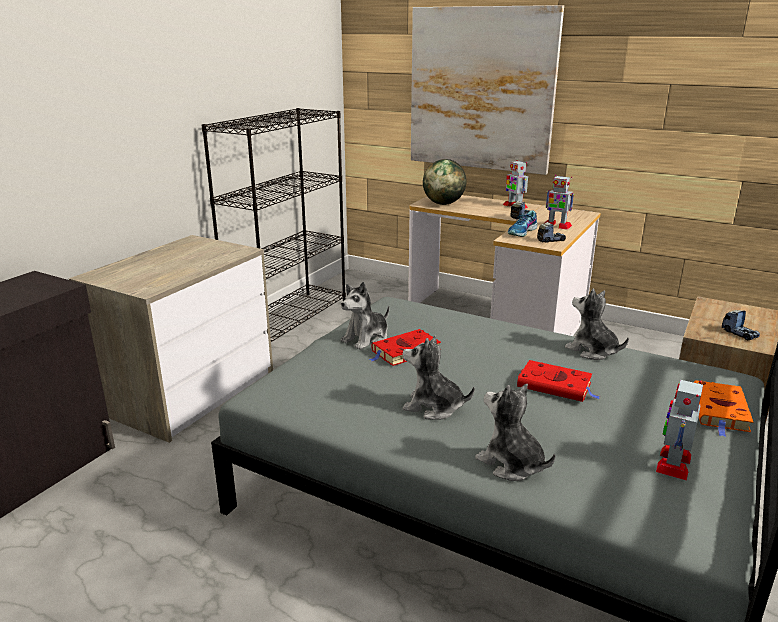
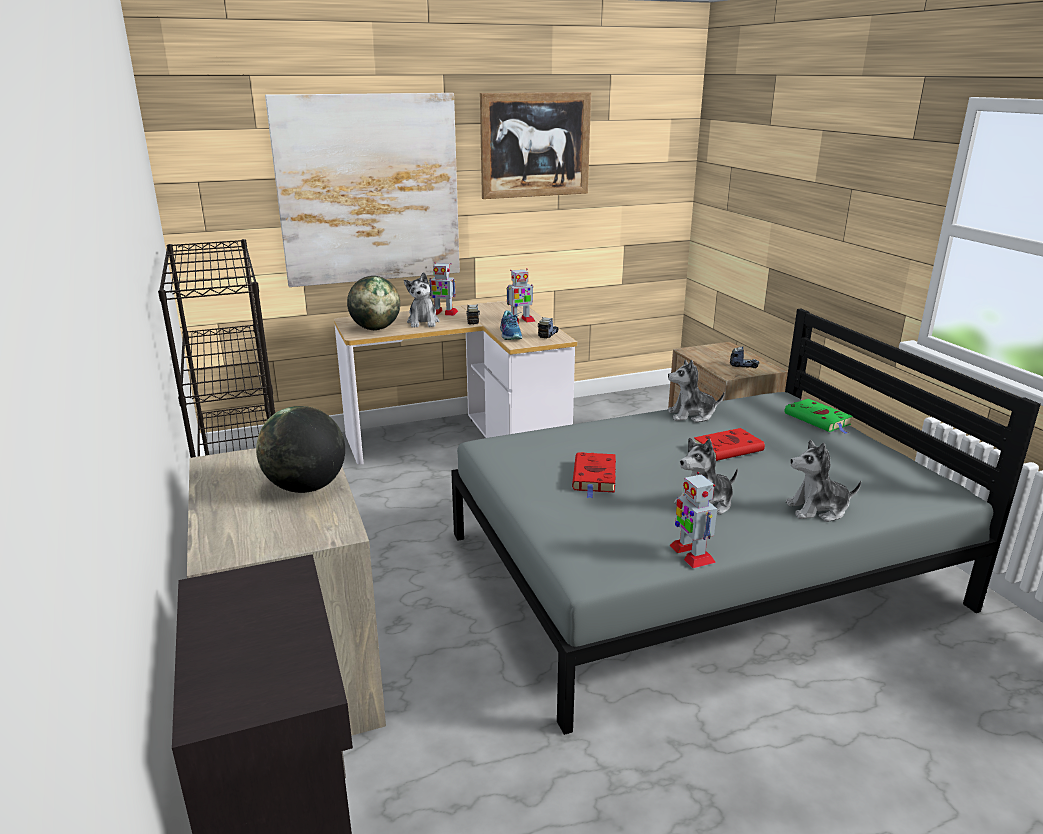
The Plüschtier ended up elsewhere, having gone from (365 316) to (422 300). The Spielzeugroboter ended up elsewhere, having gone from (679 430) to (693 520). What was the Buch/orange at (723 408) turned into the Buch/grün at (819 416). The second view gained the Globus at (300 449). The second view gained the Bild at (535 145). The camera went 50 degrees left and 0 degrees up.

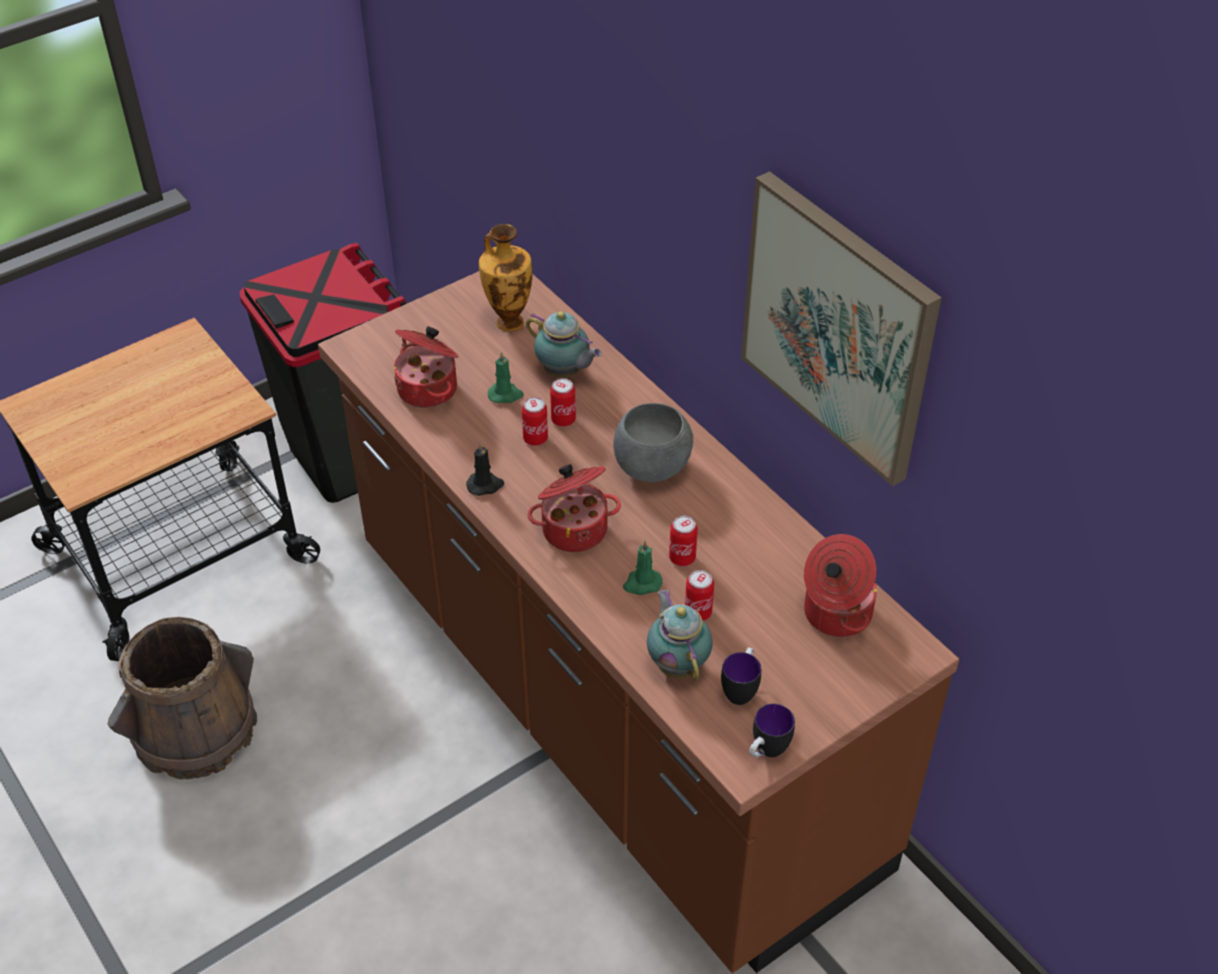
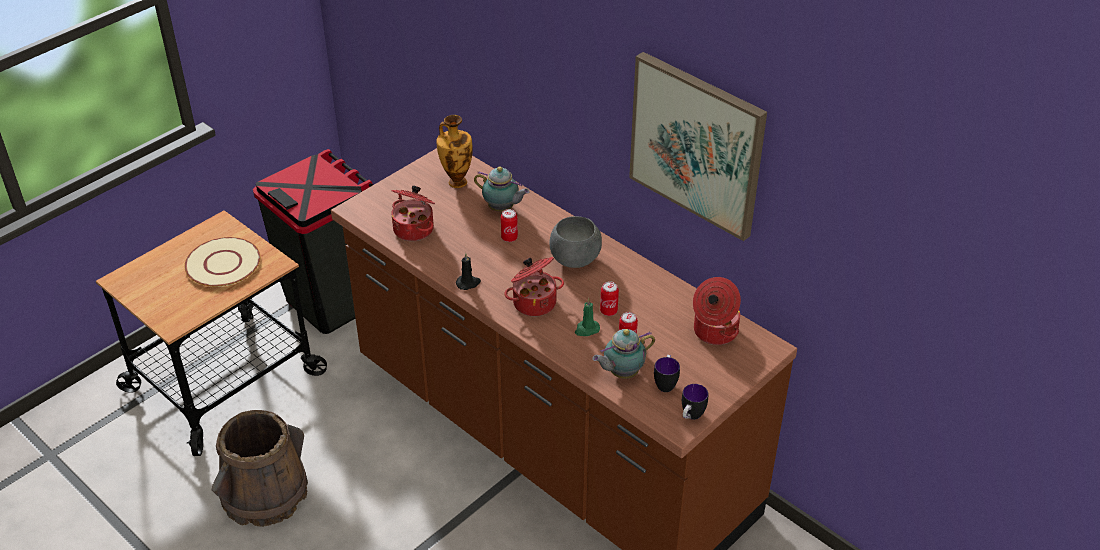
The second view lost the Kerze/grün at (506 377). The second view lost the Dose at (535 421). The Teekanne at (680 635) ended up facing another way, 90 degrees counterclockwise from before. The second view gained the Teller/beige at (222 262). The camera went 10 degrees left and 5 degrees down.

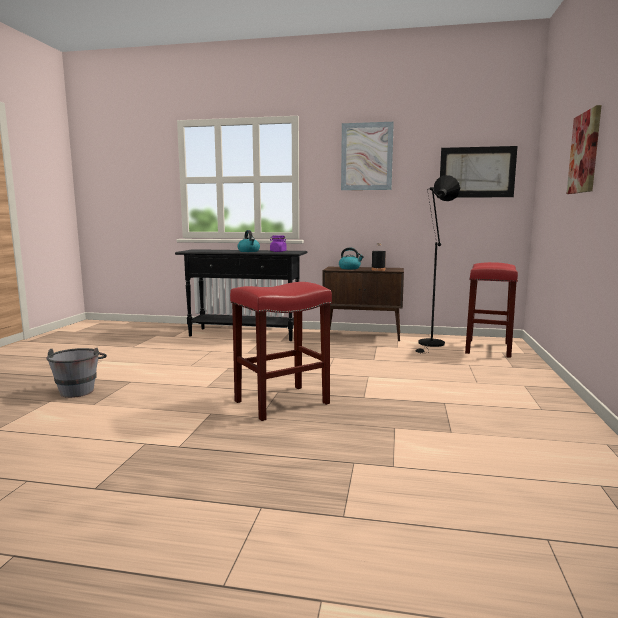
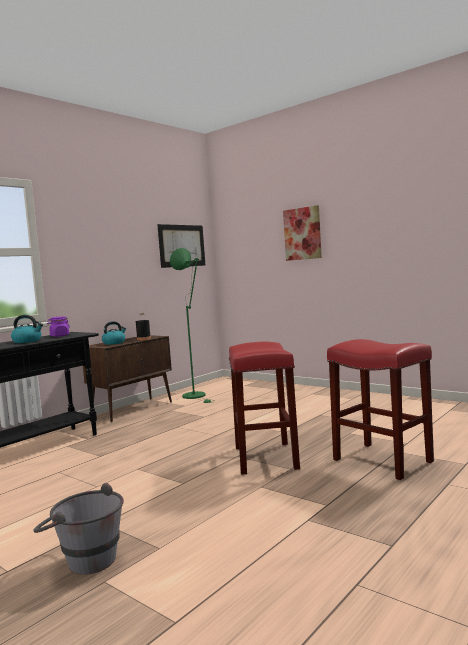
The second view lost the Bild at (367 156). What was the Stehlampe/schwarz at (438 264) turned into the Stehlampe/grün at (191 325). The Hocker/rot ended up elsewhere, having gone from (491 310) to (380 409). The camera went 60 degrees left and 5 degrees down.

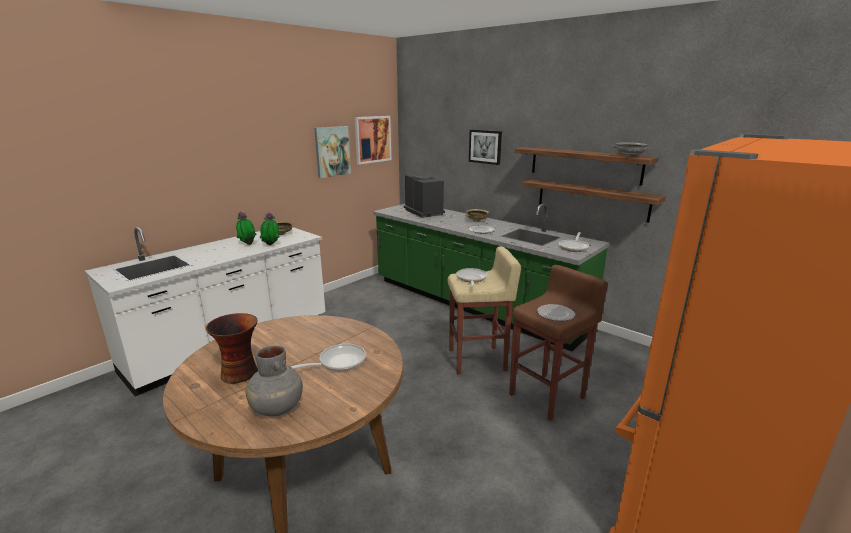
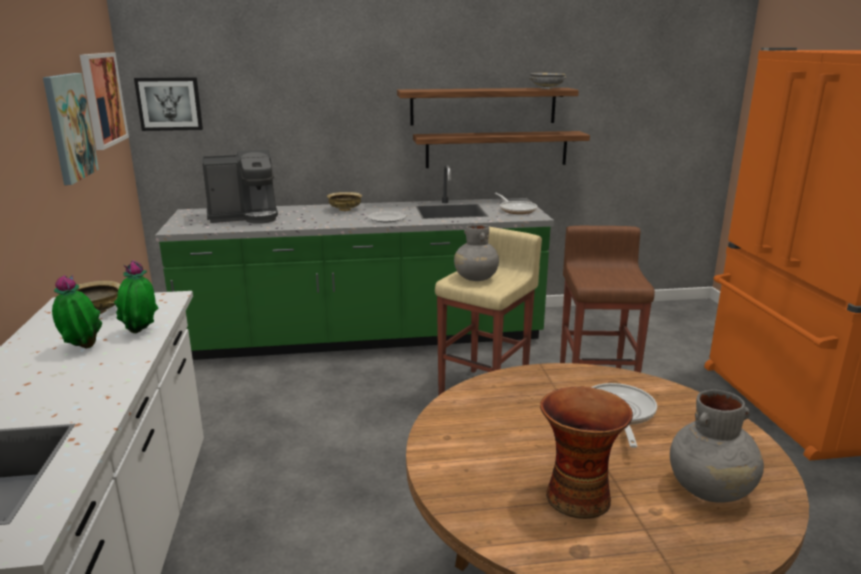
The Kaffeemaschine at (424 196) ended up facing another way, 150 degrees clockwise from before. Where the Pfanne stood at (471 277), the Vase/grau came to stand at (476 252). The Bild ended up elsewhere, having gone from (485 147) to (168 104). The second view lost the Teller at (556 312). The camera went 50 degrees left and 0 degrees up.

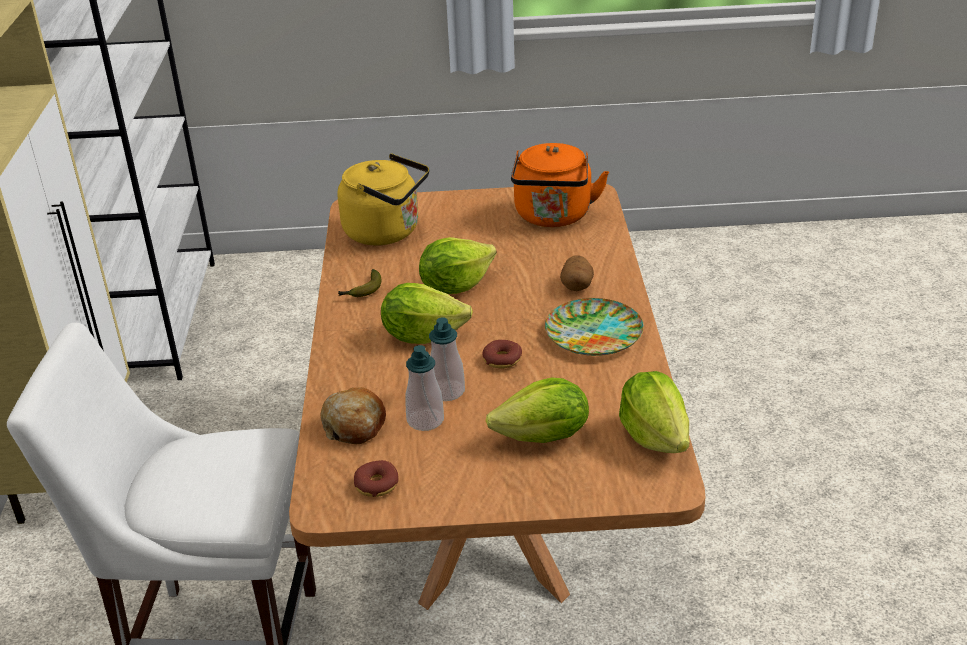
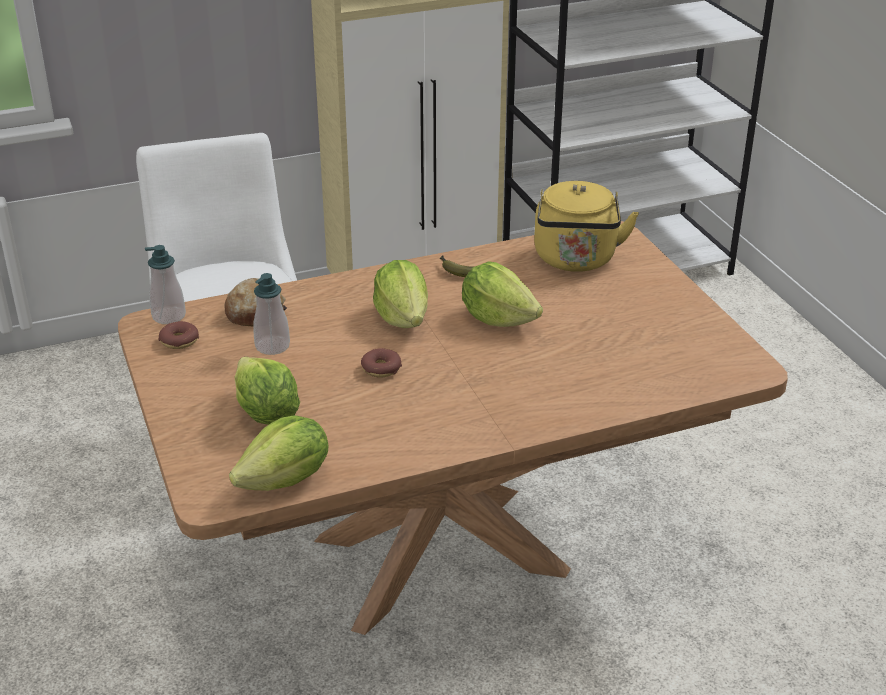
The Seifenspender ended up elsewhere, having gone from (447 359) to (165 284). The second view lost the Wasserkessel/orange at (560 185). The second view lost the Teller at (594 327). The second view lost the Kartoffel at (577 273). The camera went 70 degrees right and 0 degrees up.

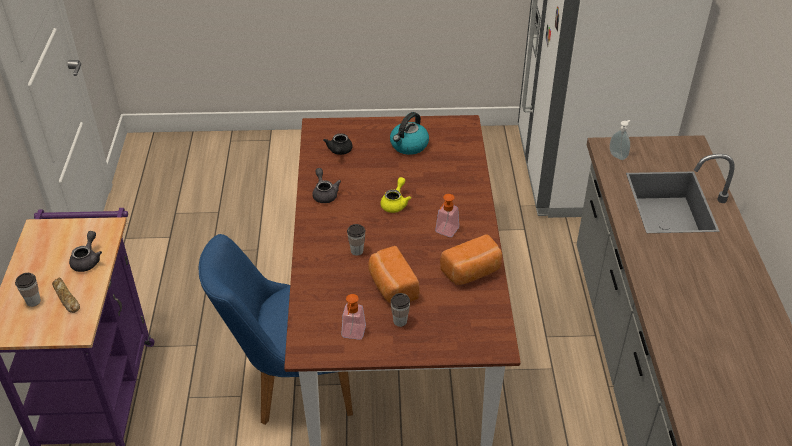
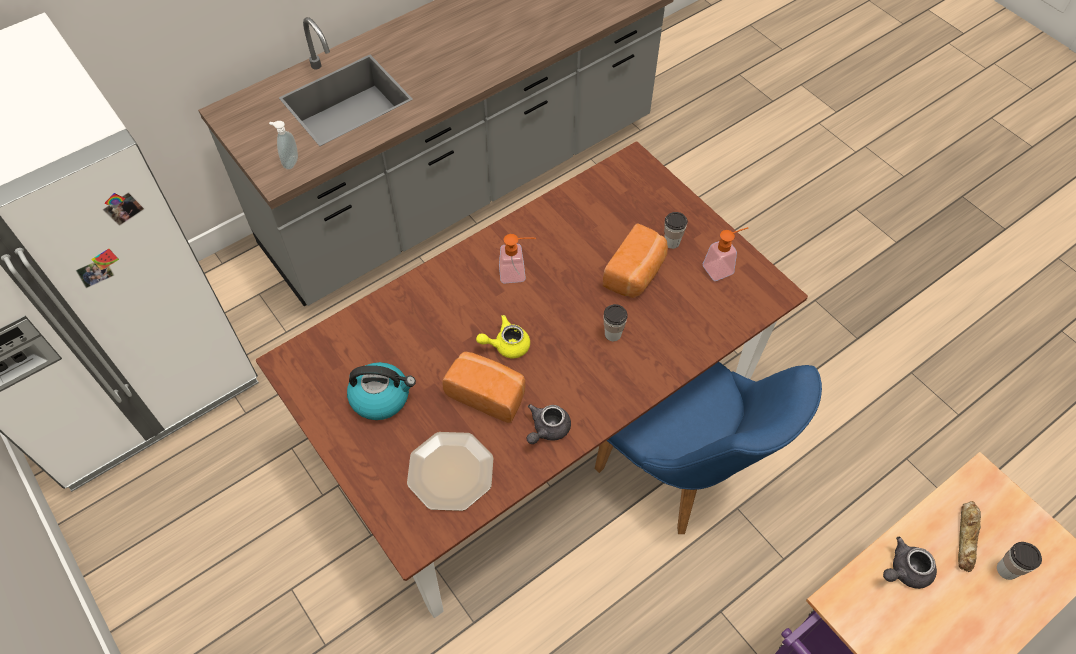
Where the Teekanne/schwarz stood at (338 144), the Teller came to stand at (450 471). The Brot ended up elsewhere, having gone from (471 260) to (483 387). The camera went 125 degrees left and 15 degrees up.

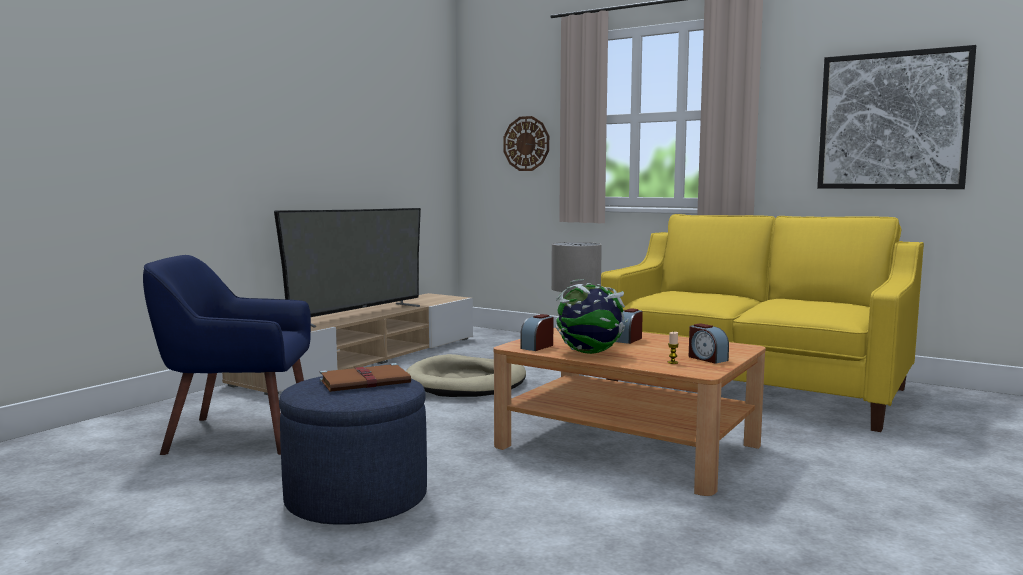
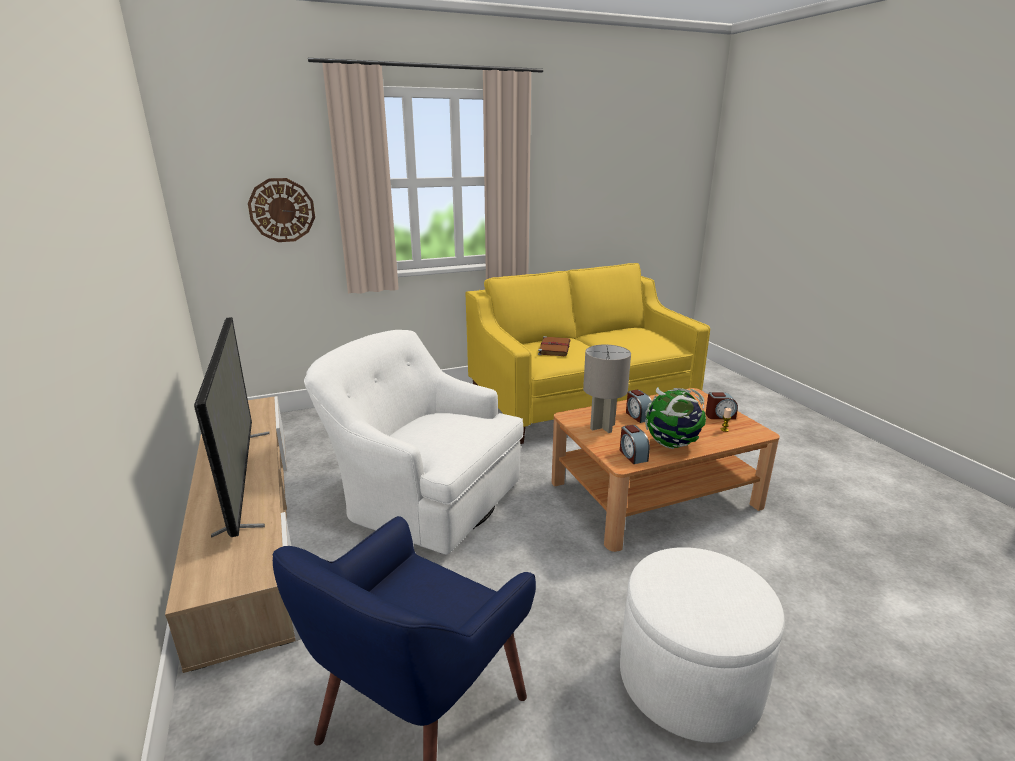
What was the Polsterhocker/blau at (353 450) turned into the Polsterhocker/weiß at (702 645). The Buch/braun ended up elsewhere, having gone from (365 377) to (554 346). Where the Hundebett/beige stood at (466 375), the Sessel/weiß came to stand at (413 442). The second view lost the Bild at (896 117). The camera went 55 degrees left and 15 degrees up.

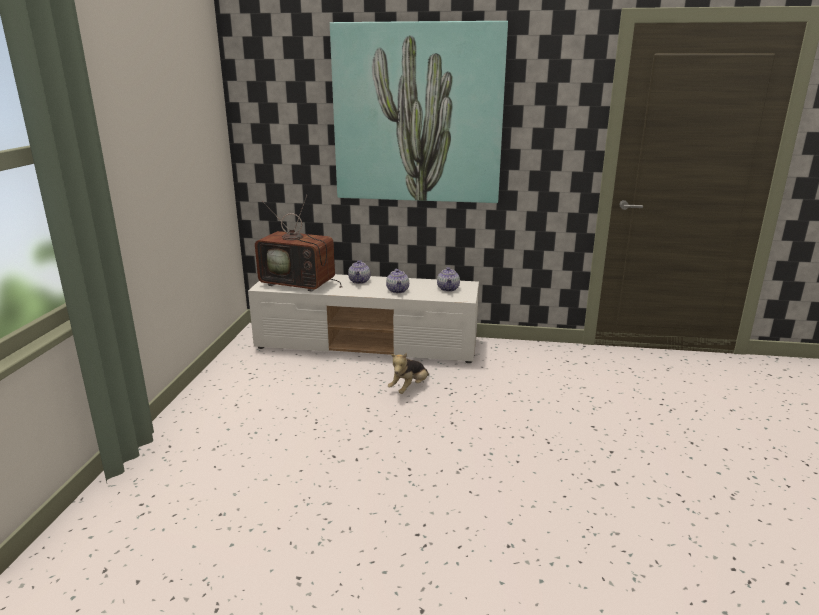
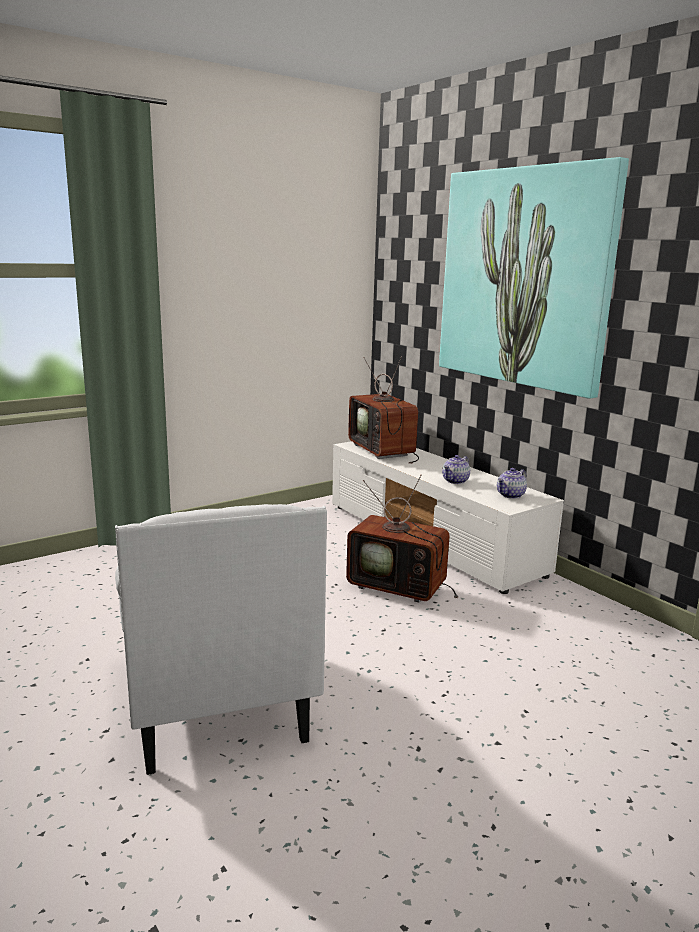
The second view lost the Teekanne at (359 272). Where the Plüschtier stood at (408 373), the Fernseher came to stand at (402 539). The second view gained the Sessel/weiß at (221 639). The camera went 45 degrees right and 5 degrees down.

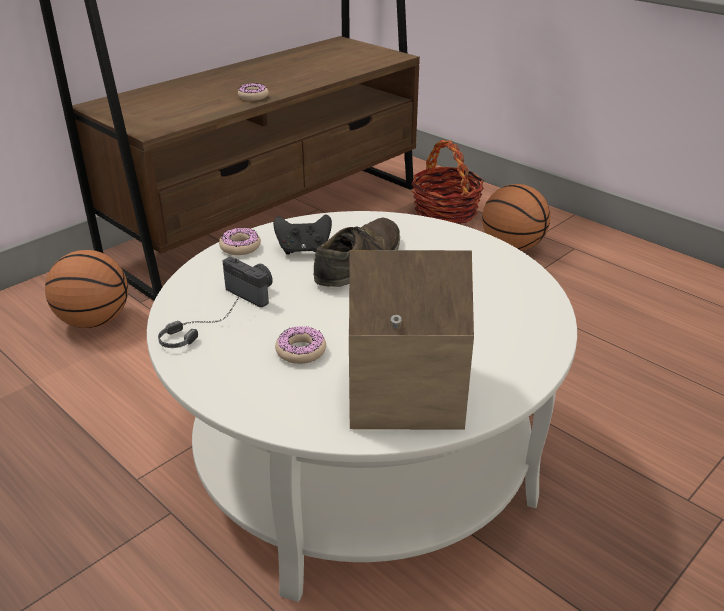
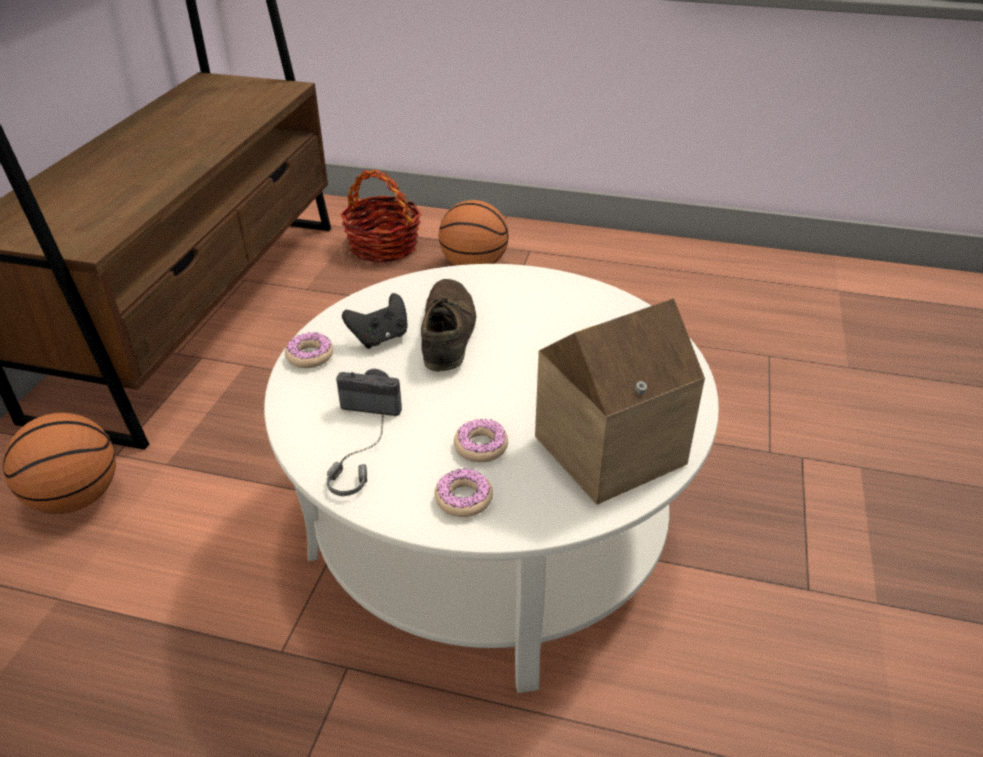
The Donut ended up elsewhere, having gone from (253 92) to (464 492). The camera went 30 degrees left and 5 degrees up.

